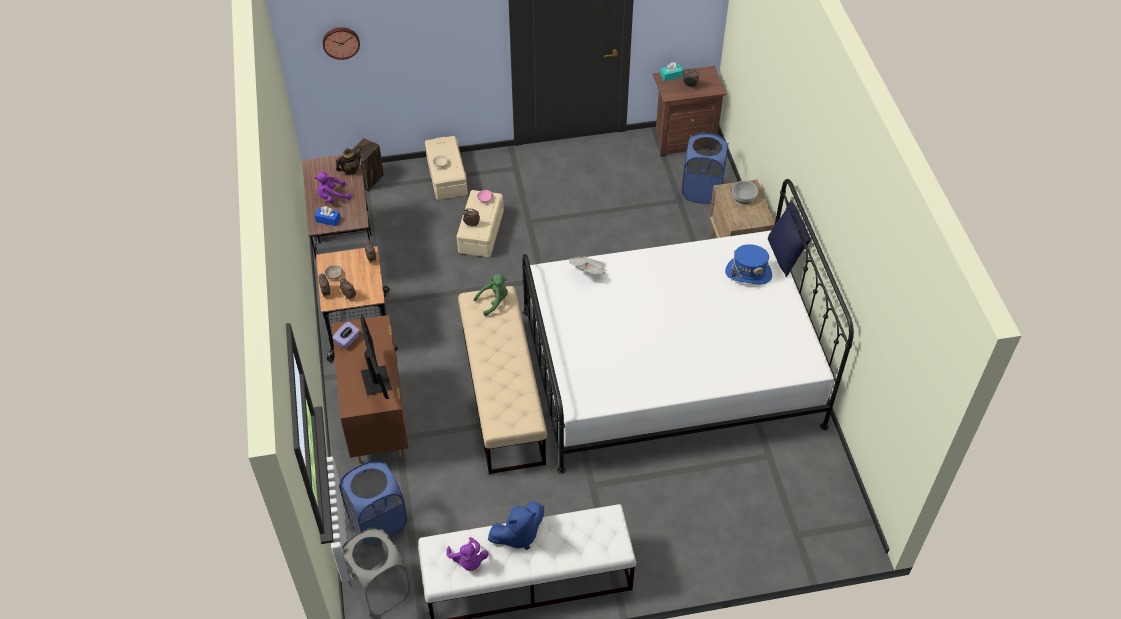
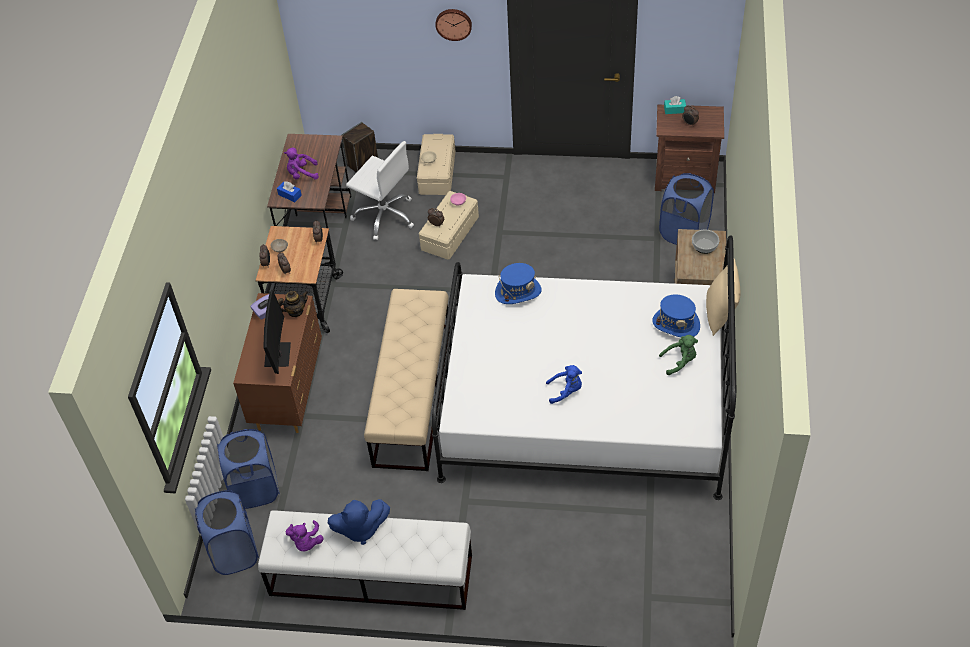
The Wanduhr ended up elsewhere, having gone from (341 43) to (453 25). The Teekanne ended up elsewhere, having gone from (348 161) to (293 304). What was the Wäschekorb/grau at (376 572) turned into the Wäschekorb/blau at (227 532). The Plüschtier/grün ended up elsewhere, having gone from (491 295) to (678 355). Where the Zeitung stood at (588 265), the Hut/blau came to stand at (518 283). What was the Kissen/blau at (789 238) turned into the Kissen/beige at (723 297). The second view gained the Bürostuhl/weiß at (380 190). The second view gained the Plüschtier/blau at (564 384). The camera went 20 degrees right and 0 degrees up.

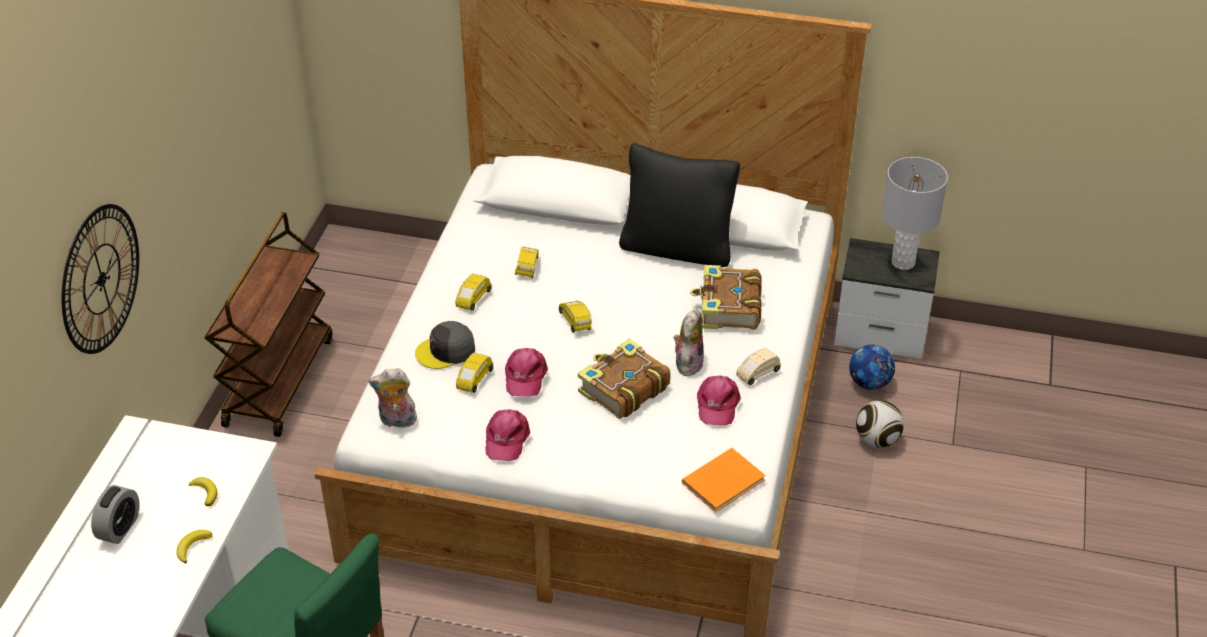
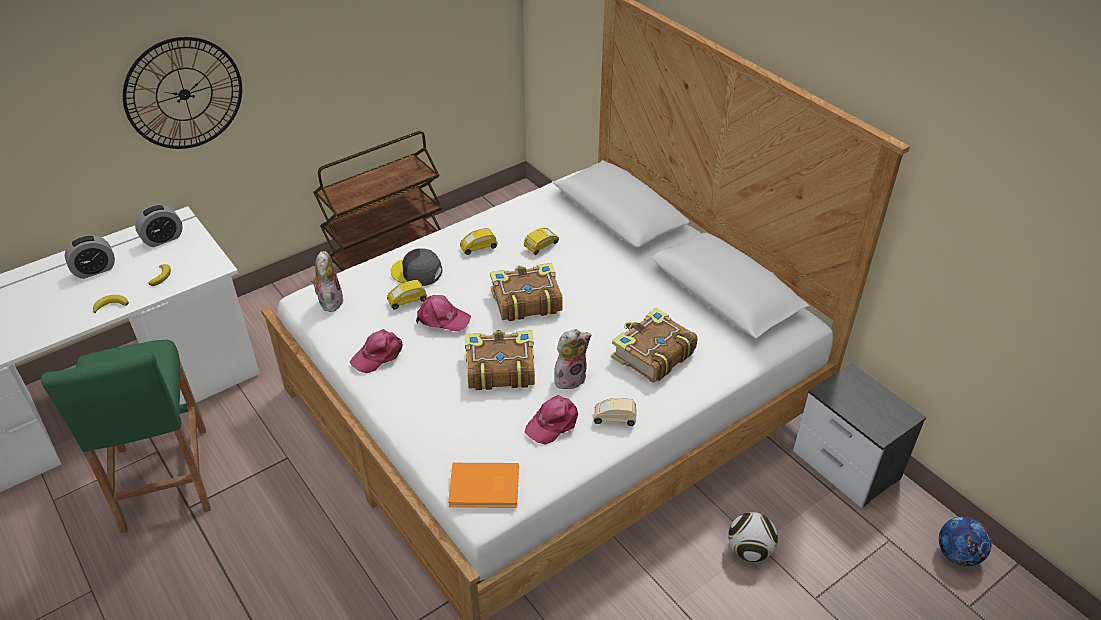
The Plüschtier at (393 398) ended up facing another way, 45 degrees clockwise from before. The Kappe/rosa at (526 372) ended up facing another way, 120 degrees counterclockwise from before. Where the Spielzeugauto/gelb stood at (575 317), the Buch came to stand at (526 292). The second view lost the Kissen/schwarz at (679 205). The Fußball ended up elsewhere, having gone from (872 367) to (965 541). The second view lost the Tischlampe/grau at (915 213). The second view gained the Wecker at (159 226). The camera went 40 degrees right and 0 degrees up.

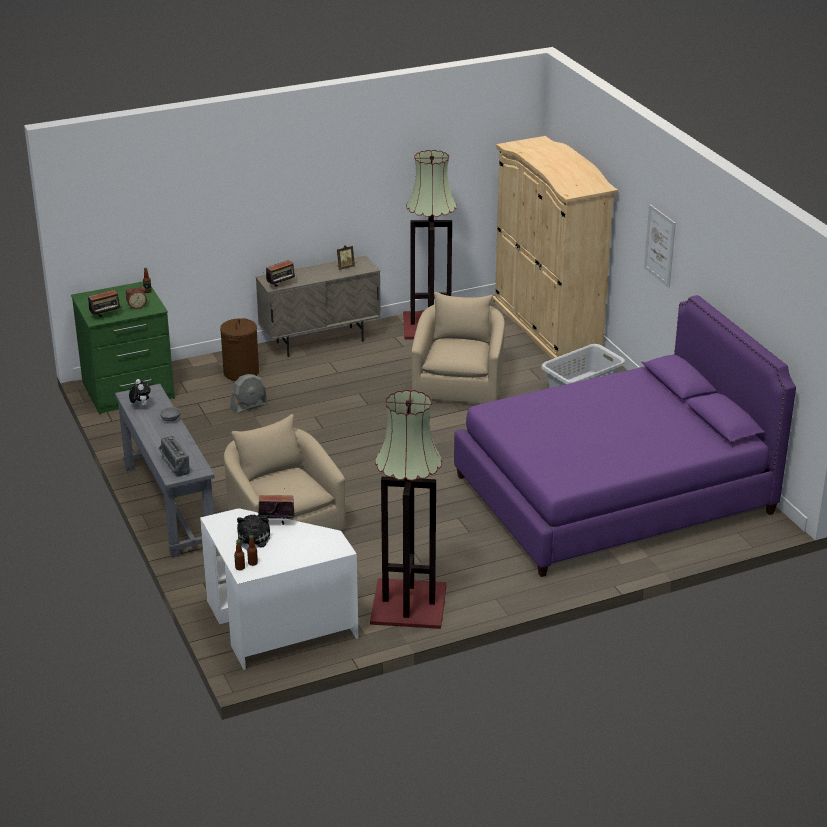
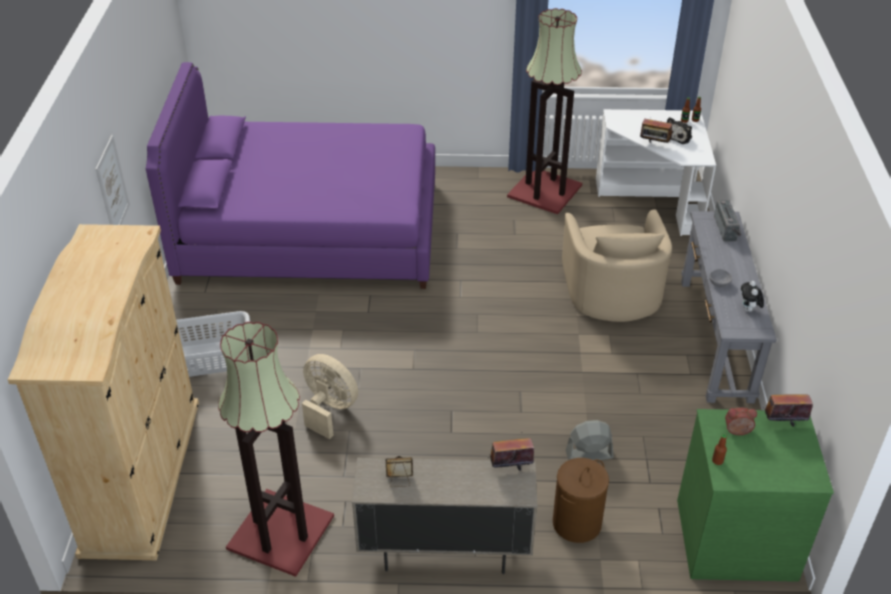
Where the Sessel/beige stood at (458 348), the Ventilator/beige came to stand at (330 396). The camera went 155 degrees left and 10 degrees up.

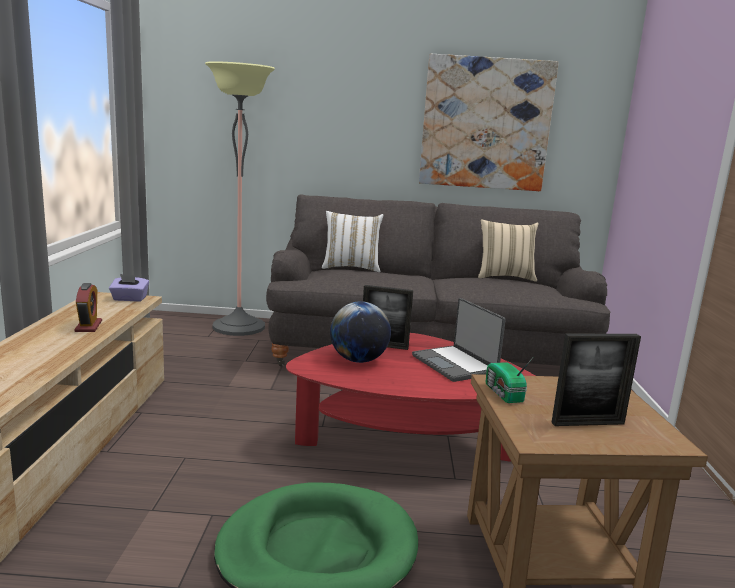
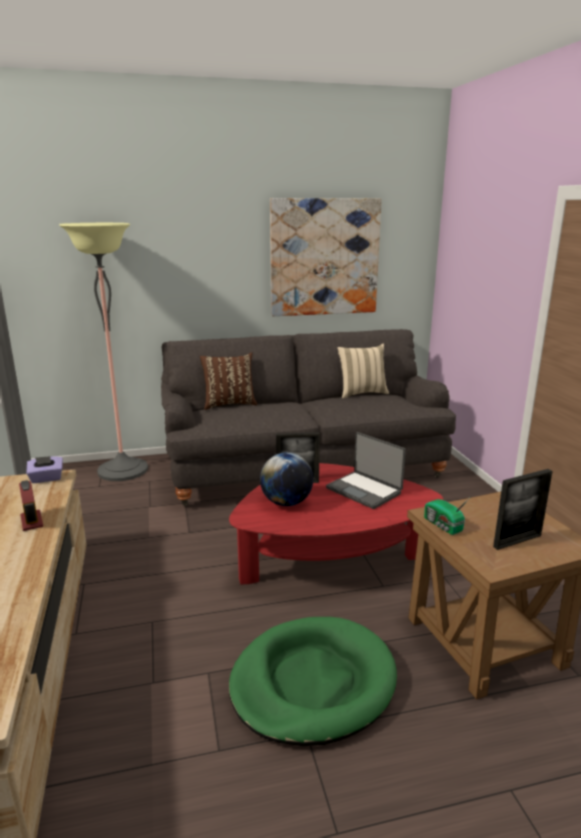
What was the Kissen/weiß at (352 241) turned into the Kissen/braun at (228 381). The camera went 15 degrees left and 5 degrees up.

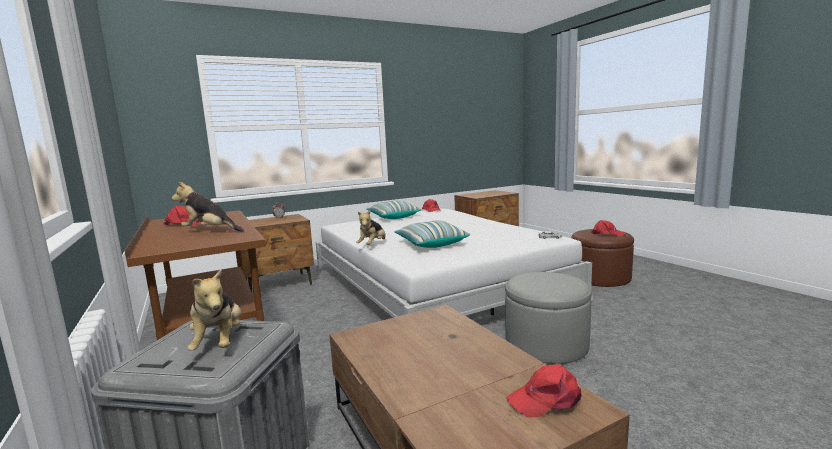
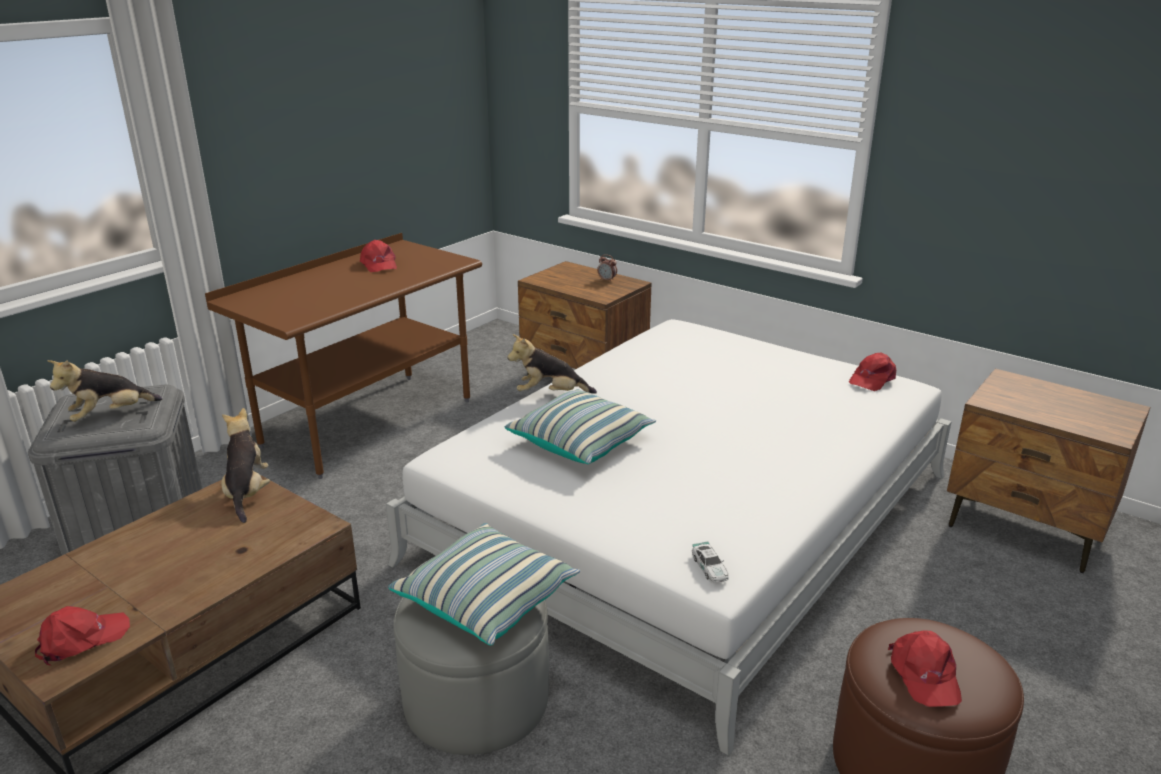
The Plüschtier ended up elsewhere, having gone from (207 206) to (245 465). The Kissen ended up elsewhere, having gone from (394 209) to (484 584). The Kappe/rot at (544 390) ended up facing another way, 90 degrees clockwise from before. The camera went 65 degrees right and 15 degrees up.

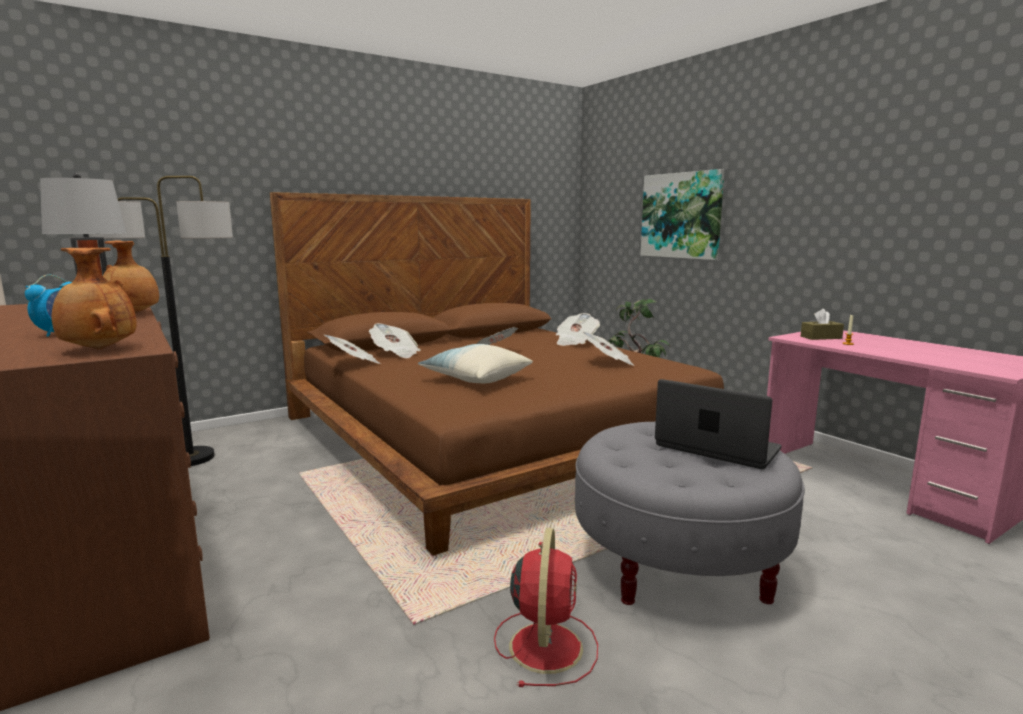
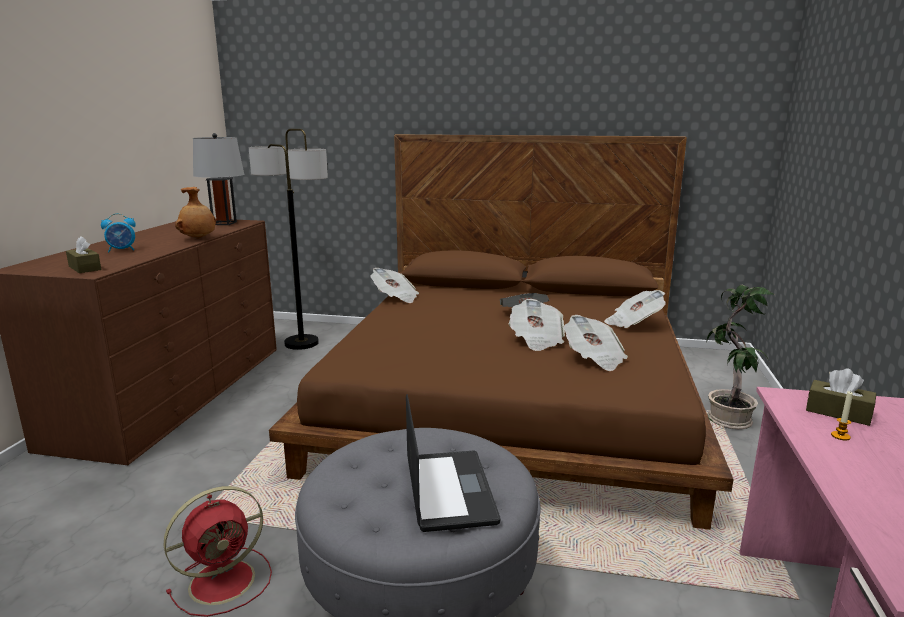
Where the Vase/braun stood at (94 298), the Taschentuchbox/braun came to stand at (83 254). The Zeitung ended up elsewhere, having gone from (394 340) to (537 325). The second view lost the Kissen at (475 363). The second view lost the Bild at (683 214). The camera went 45 degrees right and 5 degrees up.

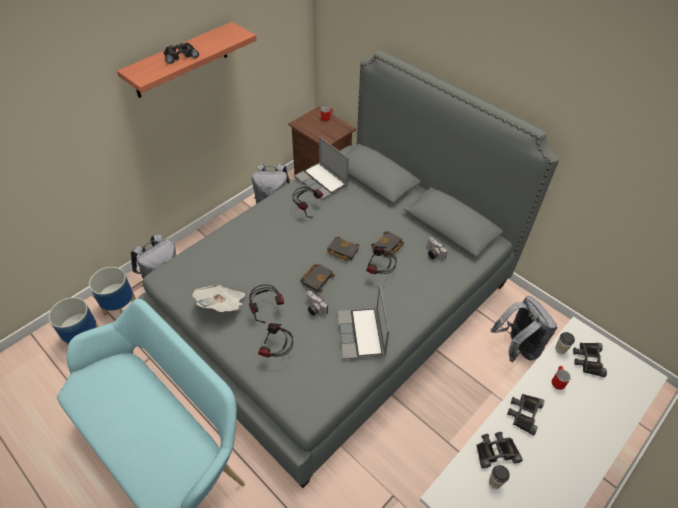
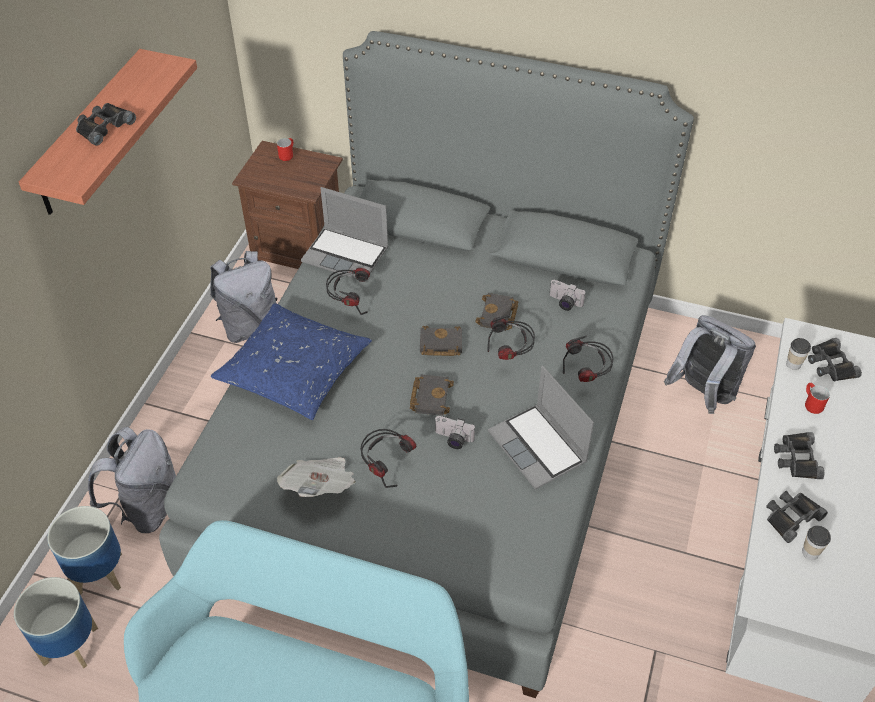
The Kopfhörer ended up elsewhere, having gone from (275 340) to (588 359). The second view gained the Kissen/blau at (291 361). The camera went 25 degrees left and 0 degrees up.

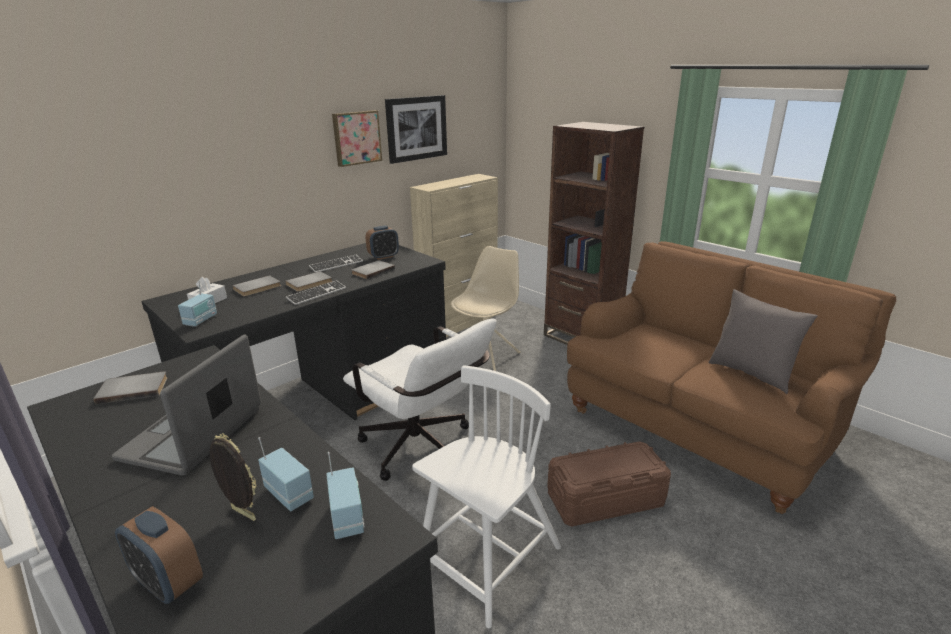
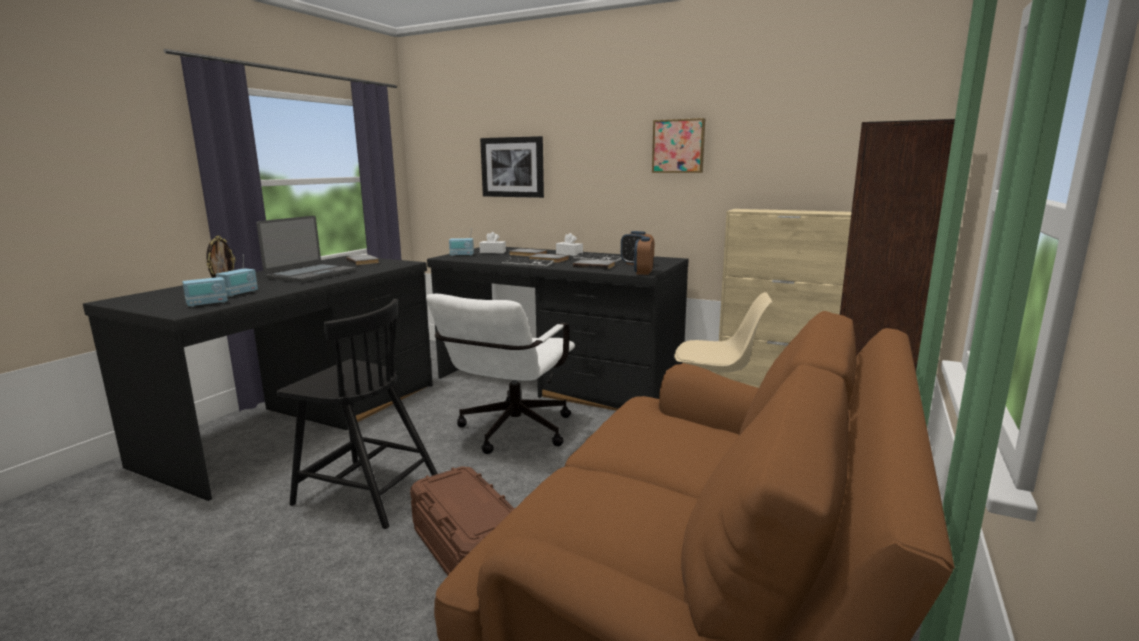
The Laptop at (186 405) ended up facing another way, 120 degrees clockwise from before. The Wecker ended up elsewhere, having gone from (159 555) to (644 256). The Bild ended up elsewhere, having gone from (416 129) to (512 167). What was the Stuhl/weiß at (486 497) turned into the Stuhl/schwarz at (357 414). The second view lost the Kissen/grau at (763 341). The second view gained the Taschentuchbox/weiß at (569 244). The camera went 70 degrees right and 10 degrees down.

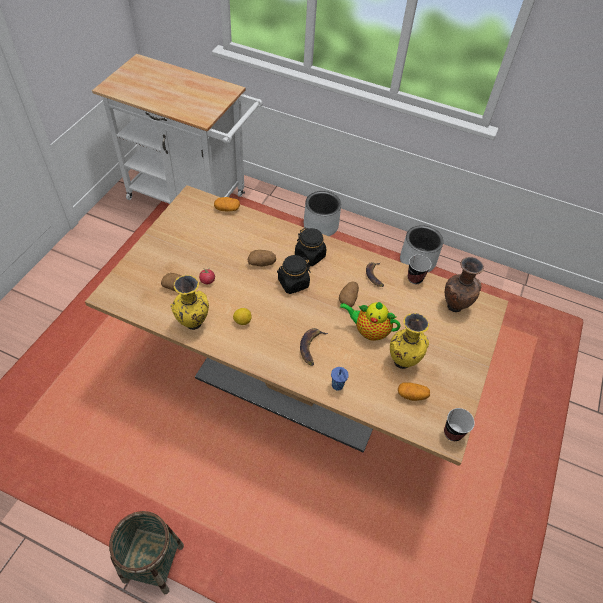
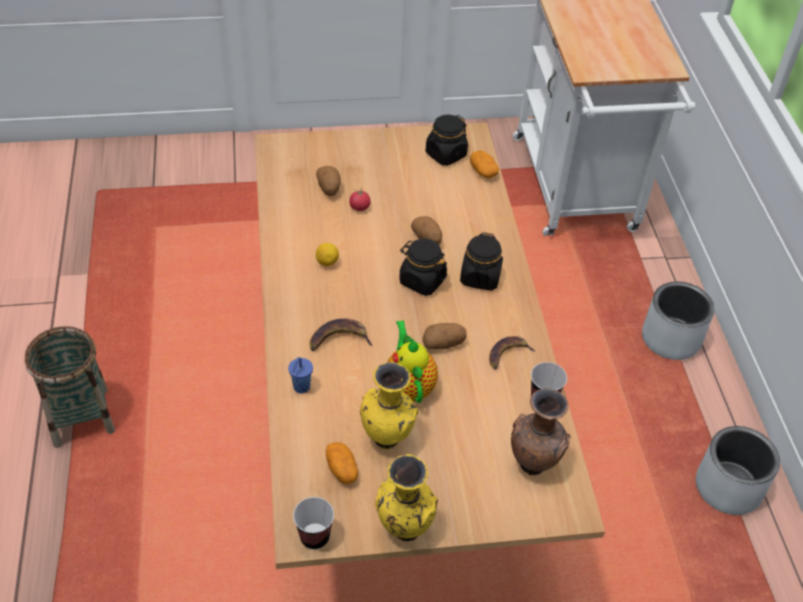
The Vase/gelb ended up elsewhere, having gone from (189 302) to (406 497). The second view gained the Vorratsglas/schwarz at (447 140). The camera went 60 degrees right and 5 degrees down.

